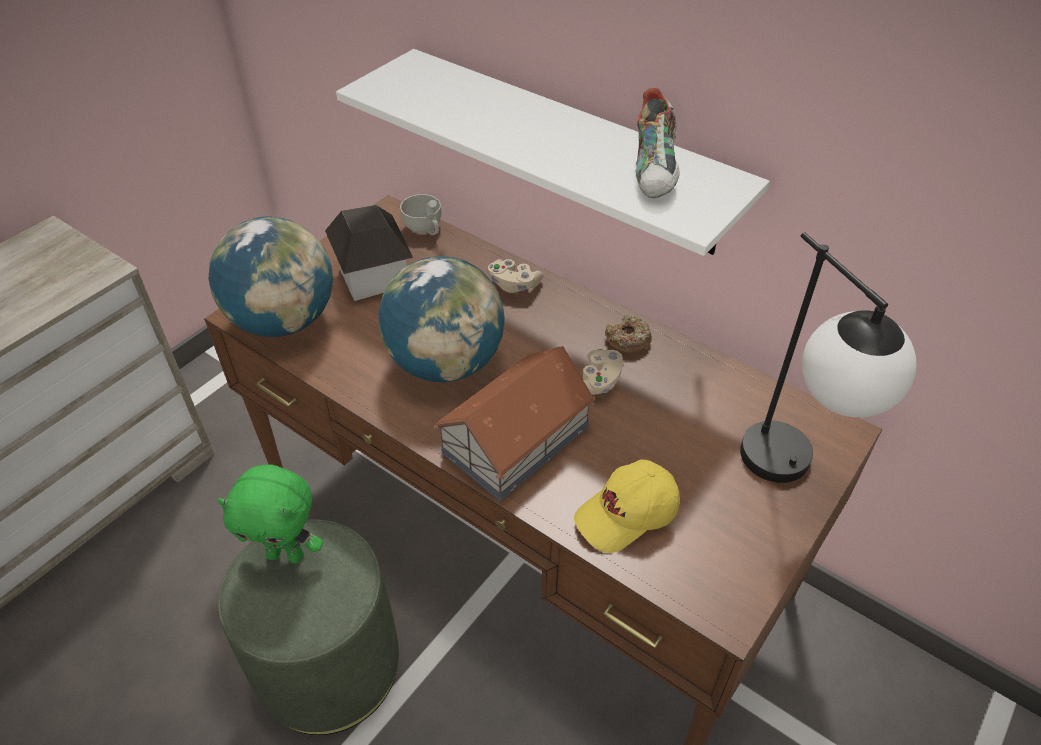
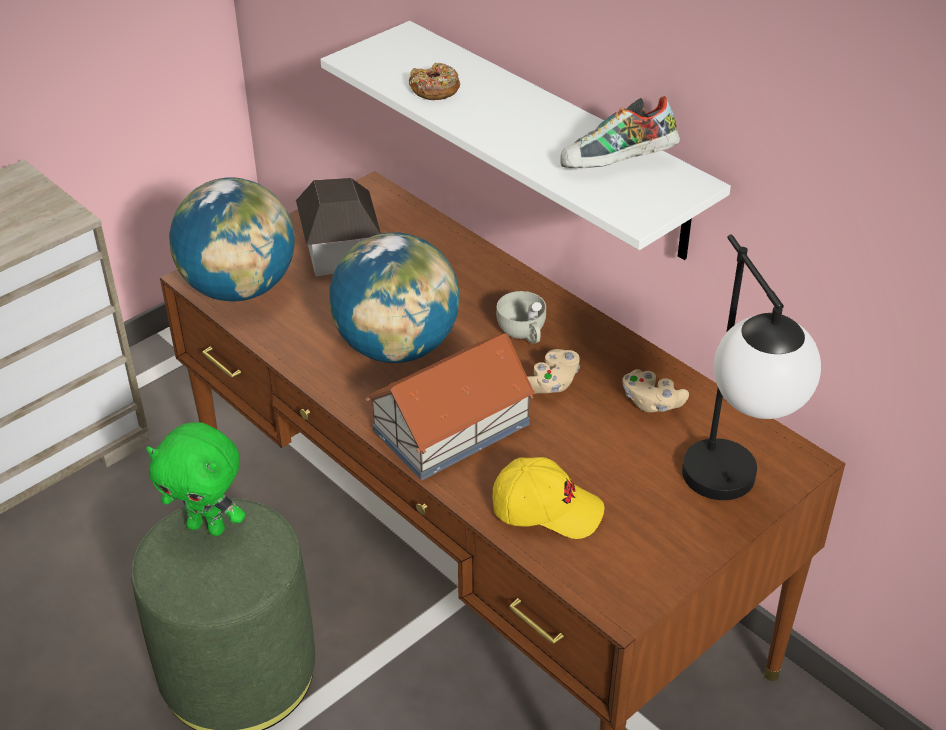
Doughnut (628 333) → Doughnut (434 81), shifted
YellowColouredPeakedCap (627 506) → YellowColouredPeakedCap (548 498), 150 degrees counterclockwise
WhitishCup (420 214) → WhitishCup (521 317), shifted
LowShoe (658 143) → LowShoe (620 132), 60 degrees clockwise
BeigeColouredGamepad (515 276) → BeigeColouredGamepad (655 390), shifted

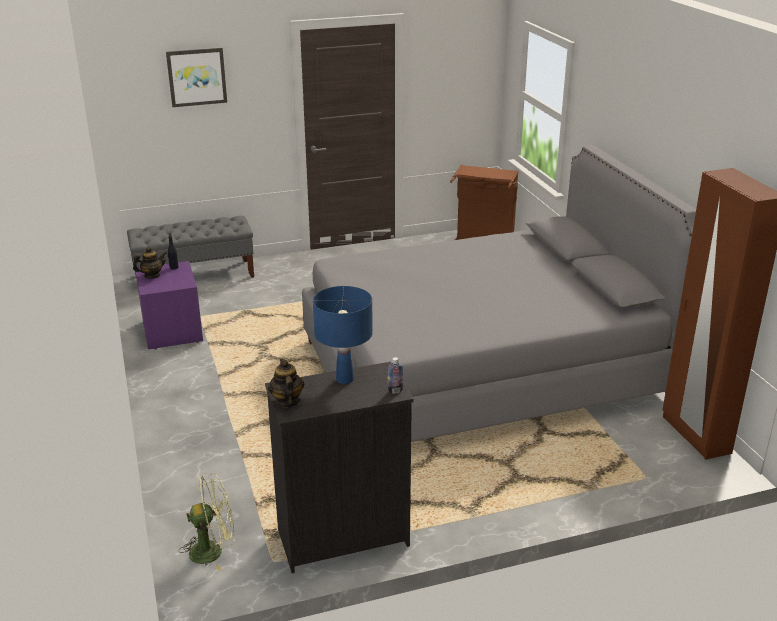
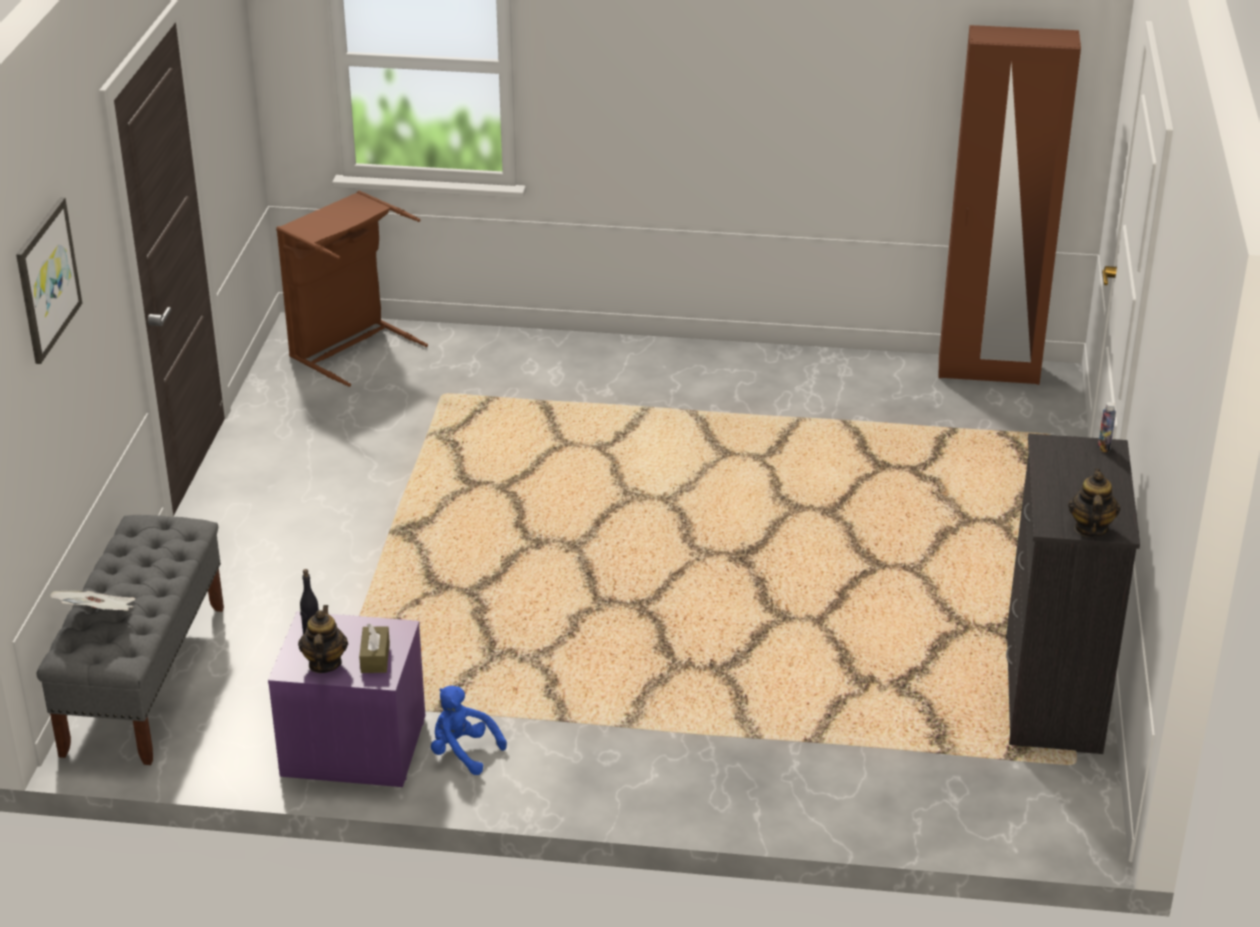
- → Newspaper (93 601)
- → BrownTissueHolder (374 648)
- → BlueSoftToy (469 730)
TeaPot (286 383) → TeaPot (1094 503), 90 degrees clockwise
GreenColouredFan (206 522) → -
GrayBedroomBed (499 293) → -
BlueTabletopLamp (343 335) → -

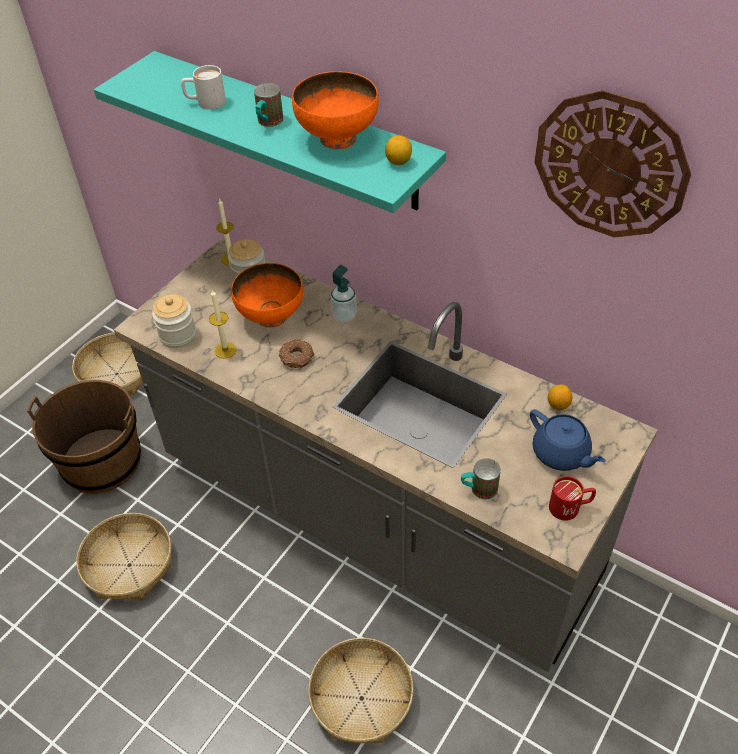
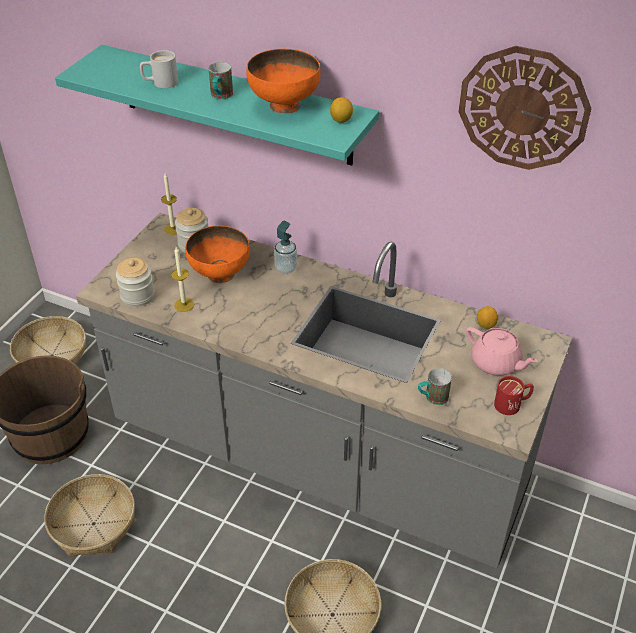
BlueTeaPot (568 440) → PinkTeaPot (502 351)
Doughnut (296 353) → -

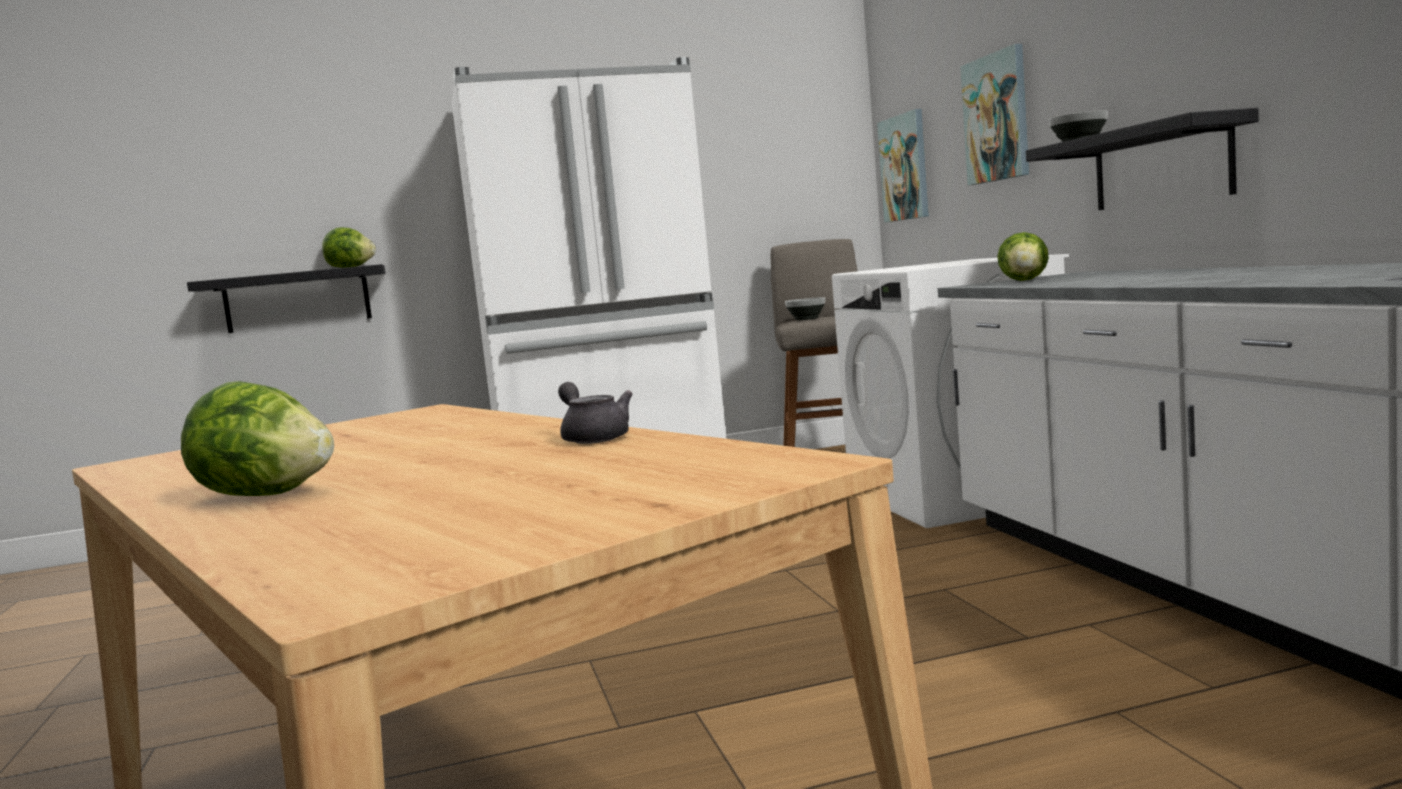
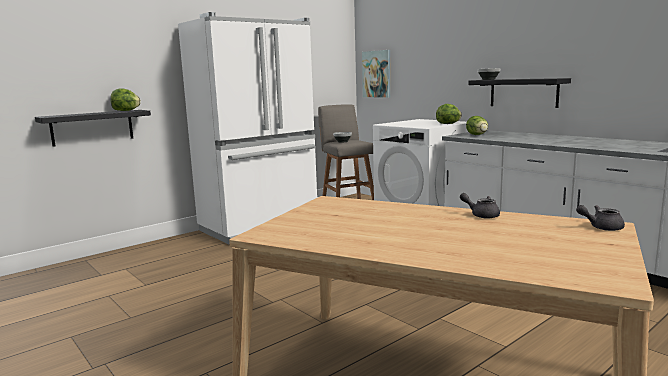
LettuceHead (257 438) → LettuceHead (449 114), shifted
- → GrayTeaPot (600 218)
WallArt (994 114) → -

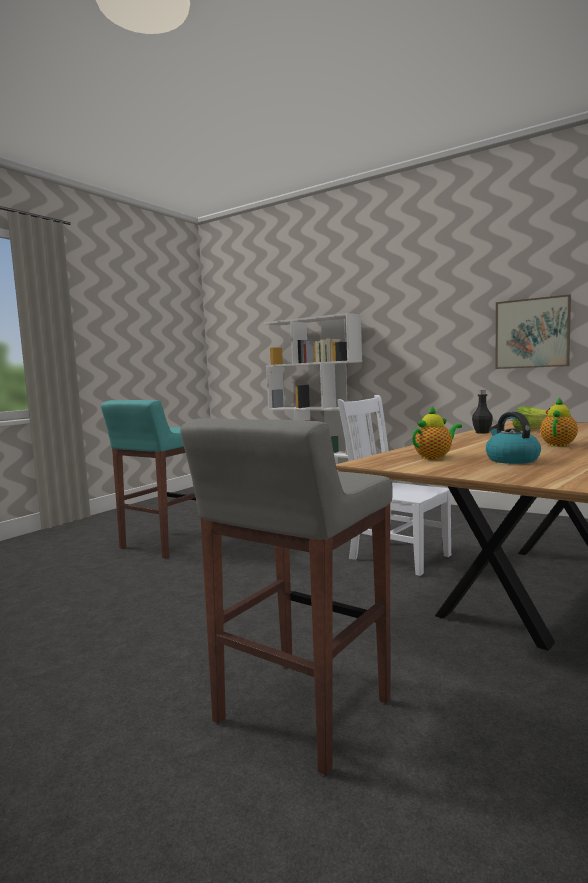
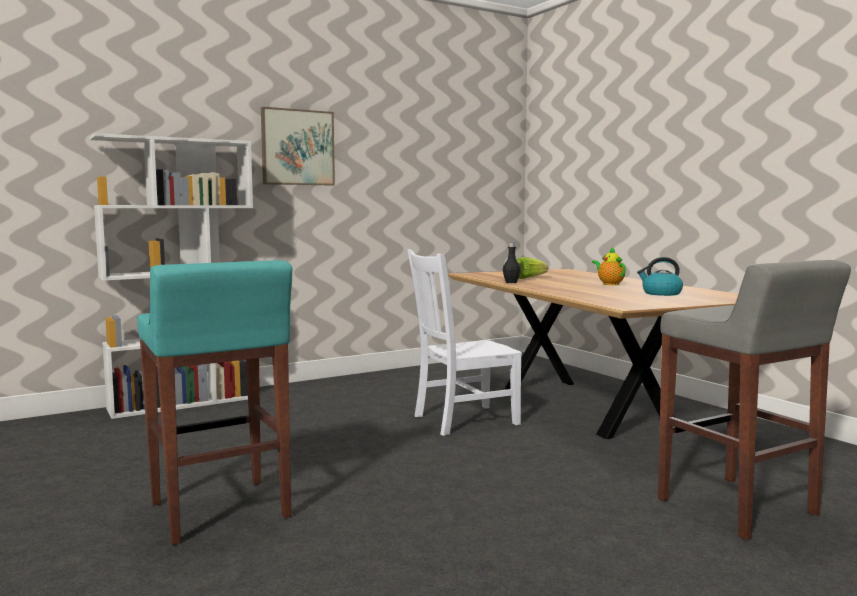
WallArt (533 331) → WallArt (298 146), shifted
TeaPot (437 433) → -

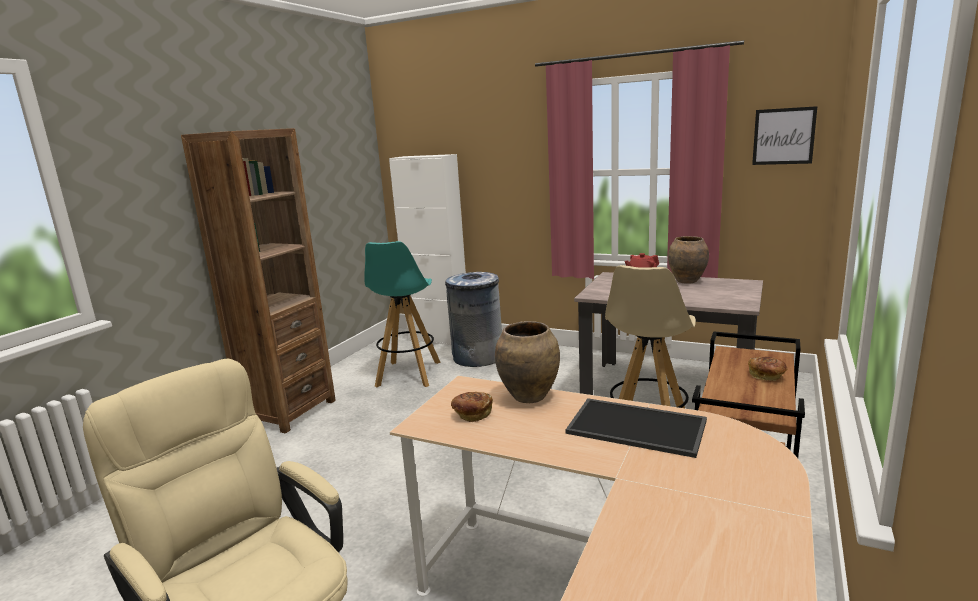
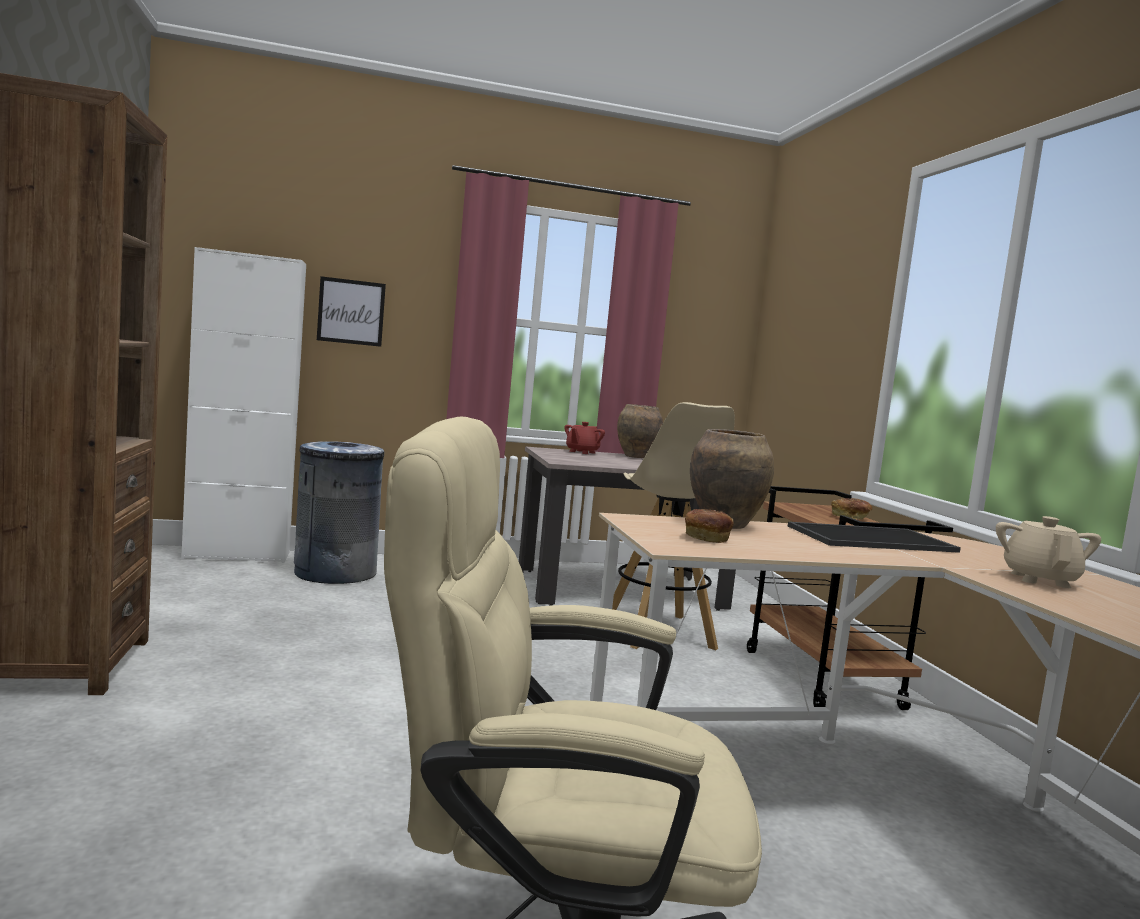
WallArt (784 135) → WallArt (351 311), shifted
- → BeigeColouredTeaPot (1048 552)
TurquoiseSittingStool (402 314) → -

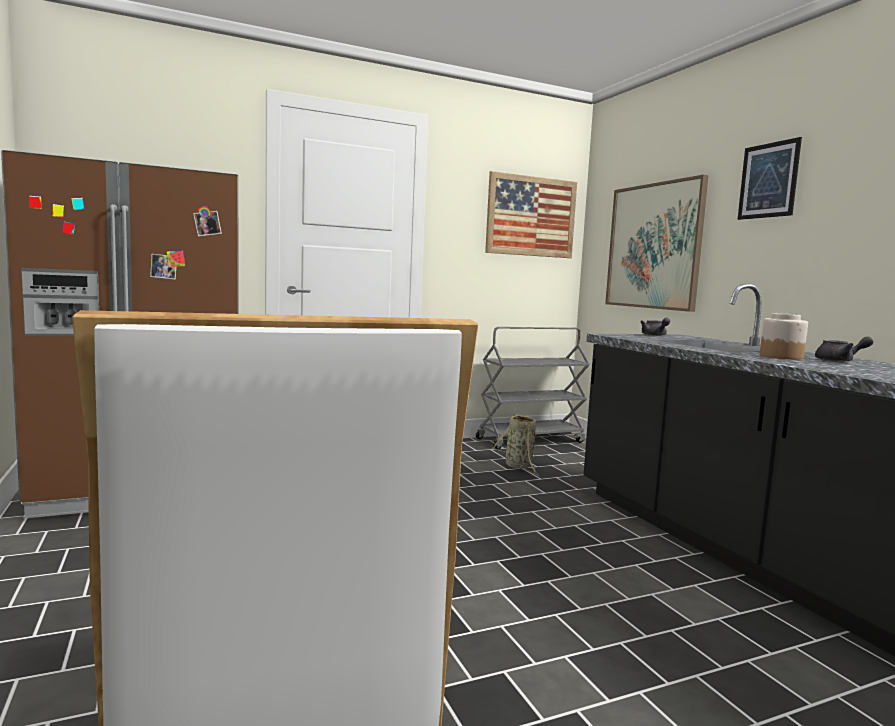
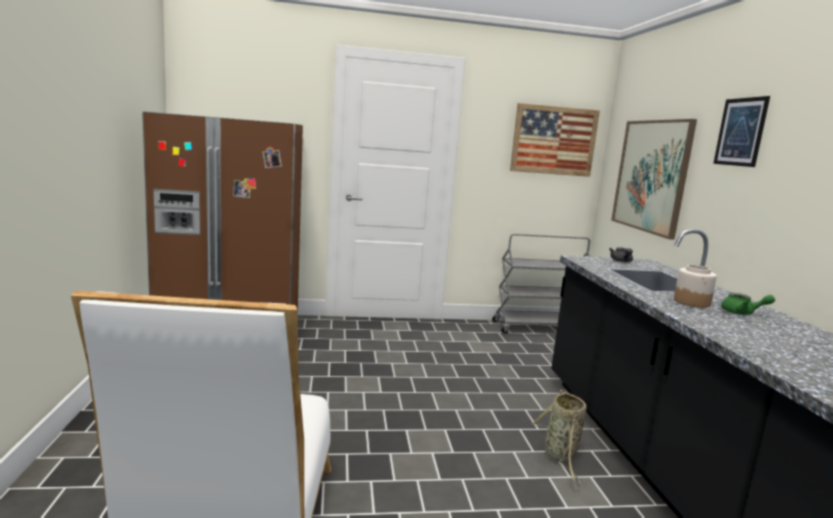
Basket (516 445) → Basket (559 437), shifted
GrayTeaPot (844 349) → GreenColouredTeaPot (748 304)

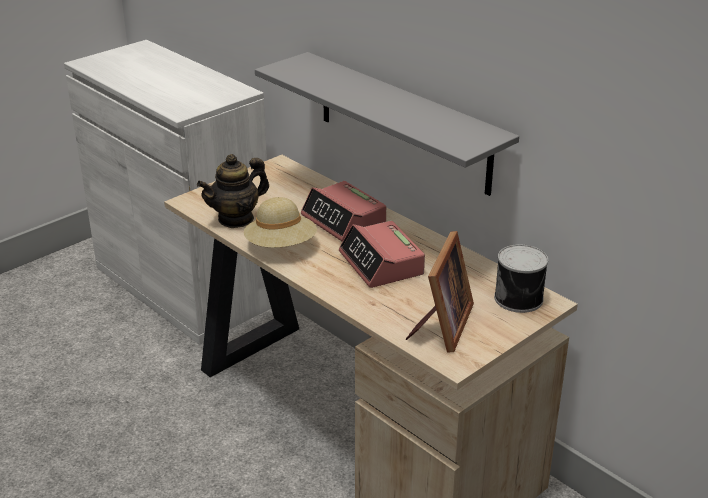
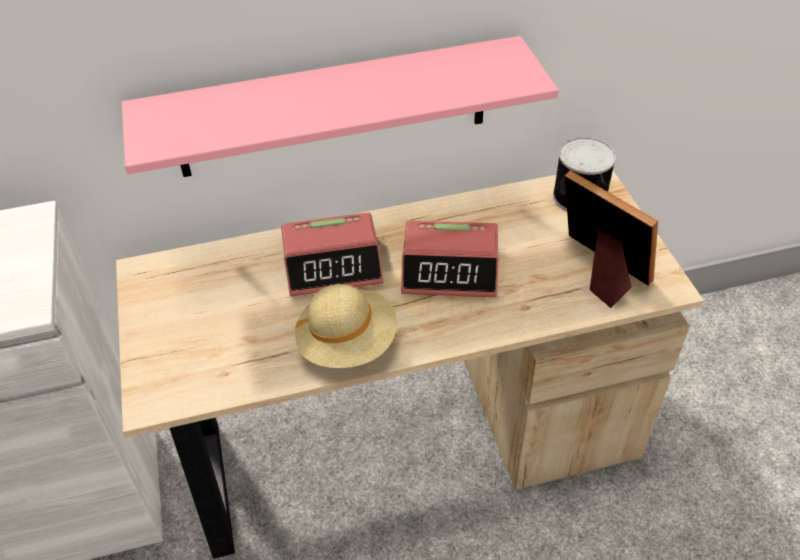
GrayWallShelf (387 124) → PinkWallShelf (340 106)
TeaPot (233 191) → -

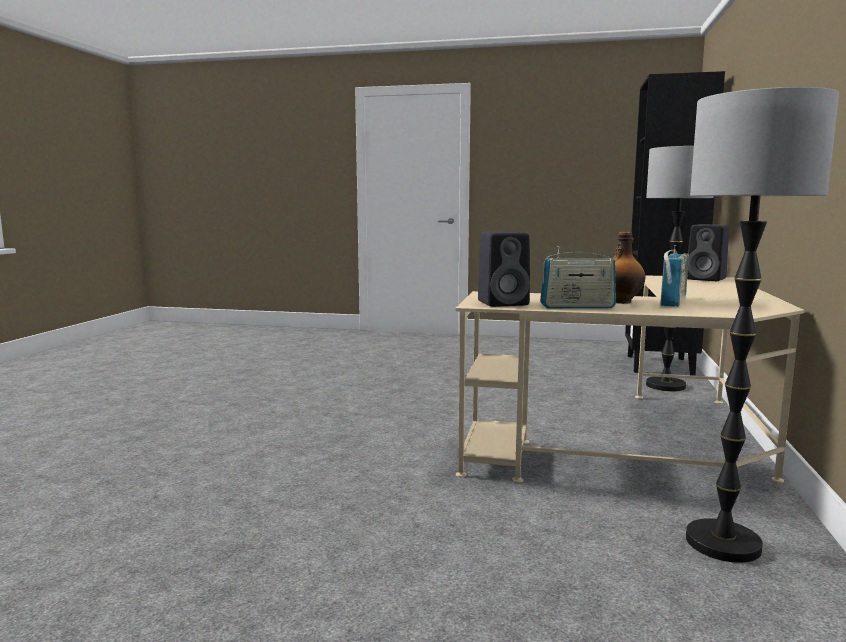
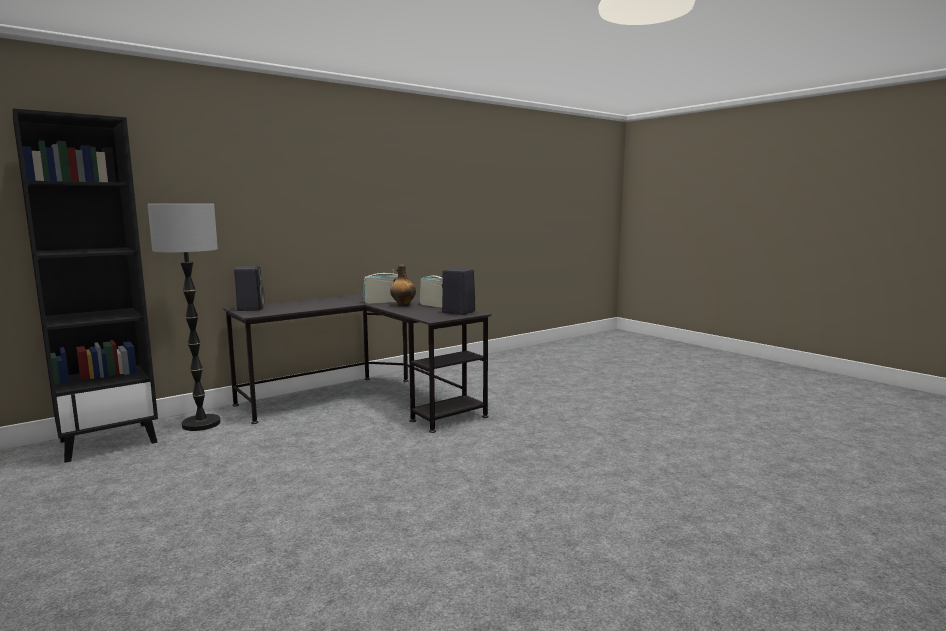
BeigeColouredDeskUnit (629 379) → BlackColouredDeskUnit (357 363)
FloorLamp (762 325) → -

